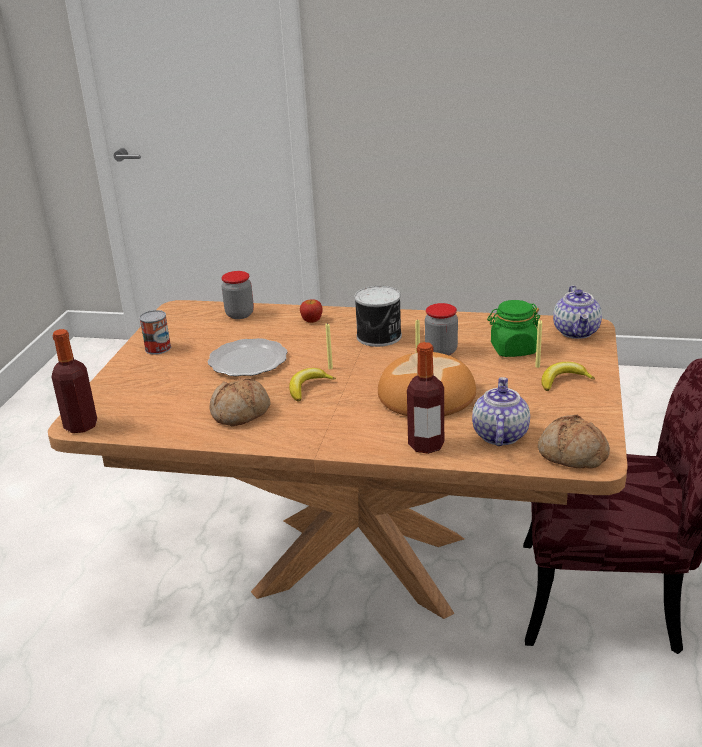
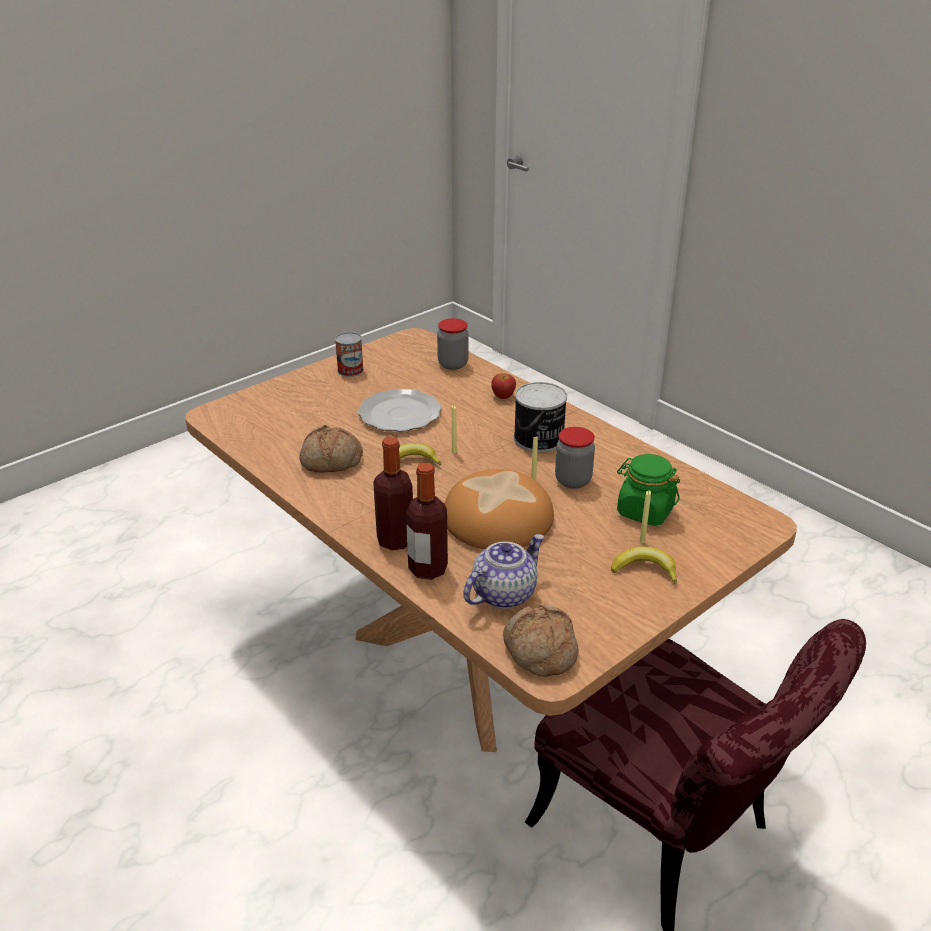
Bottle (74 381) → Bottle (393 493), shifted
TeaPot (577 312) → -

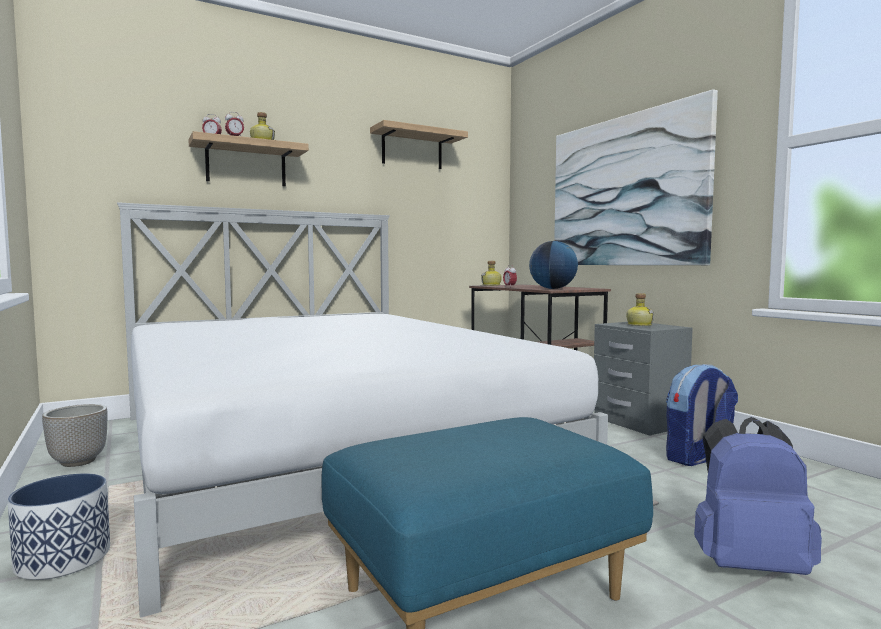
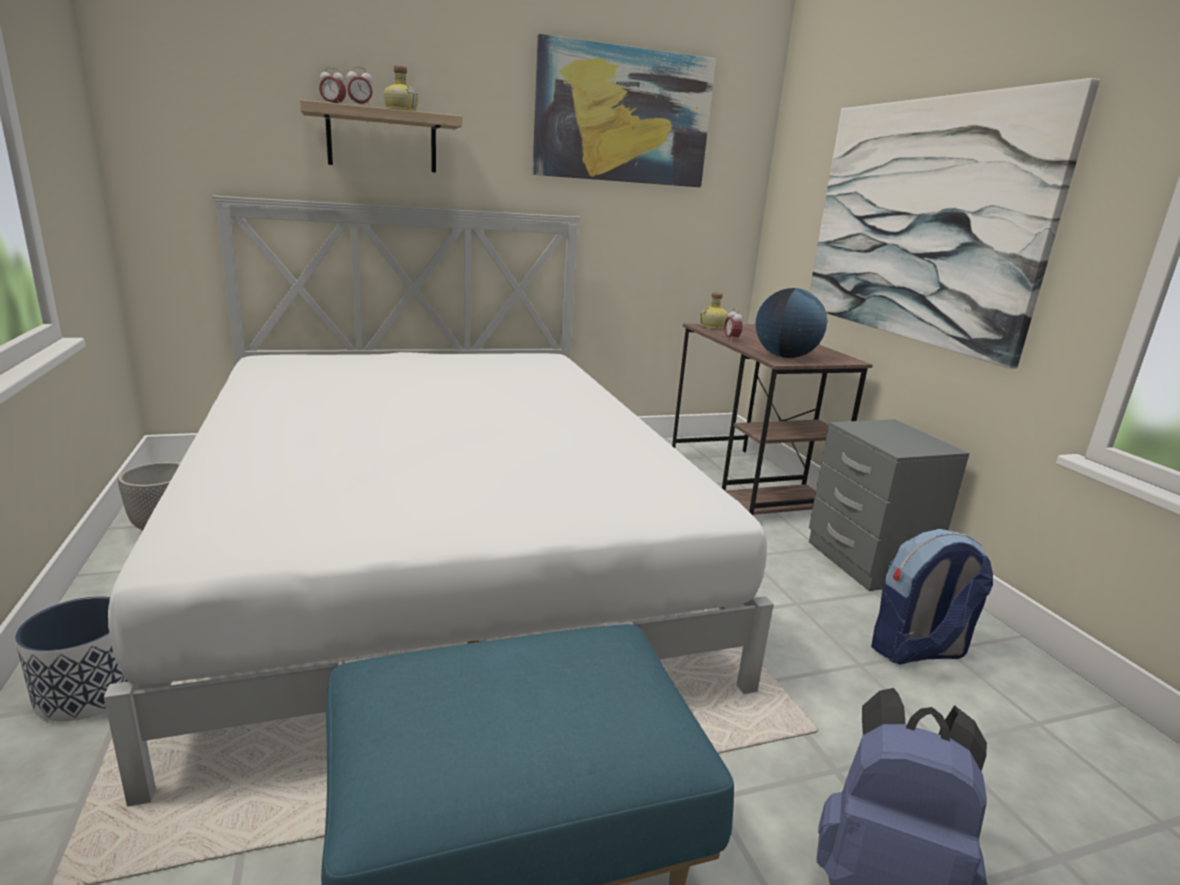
WallShelf (419 144) → WallArt (624 110)
Bottle (640 309) → -

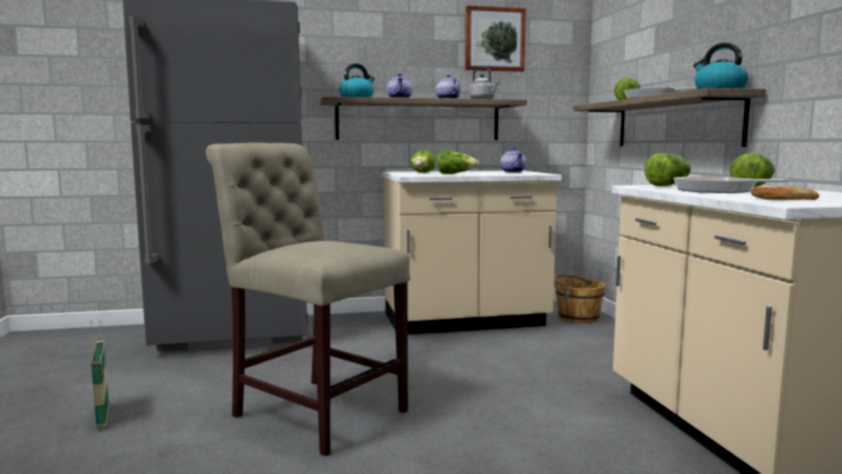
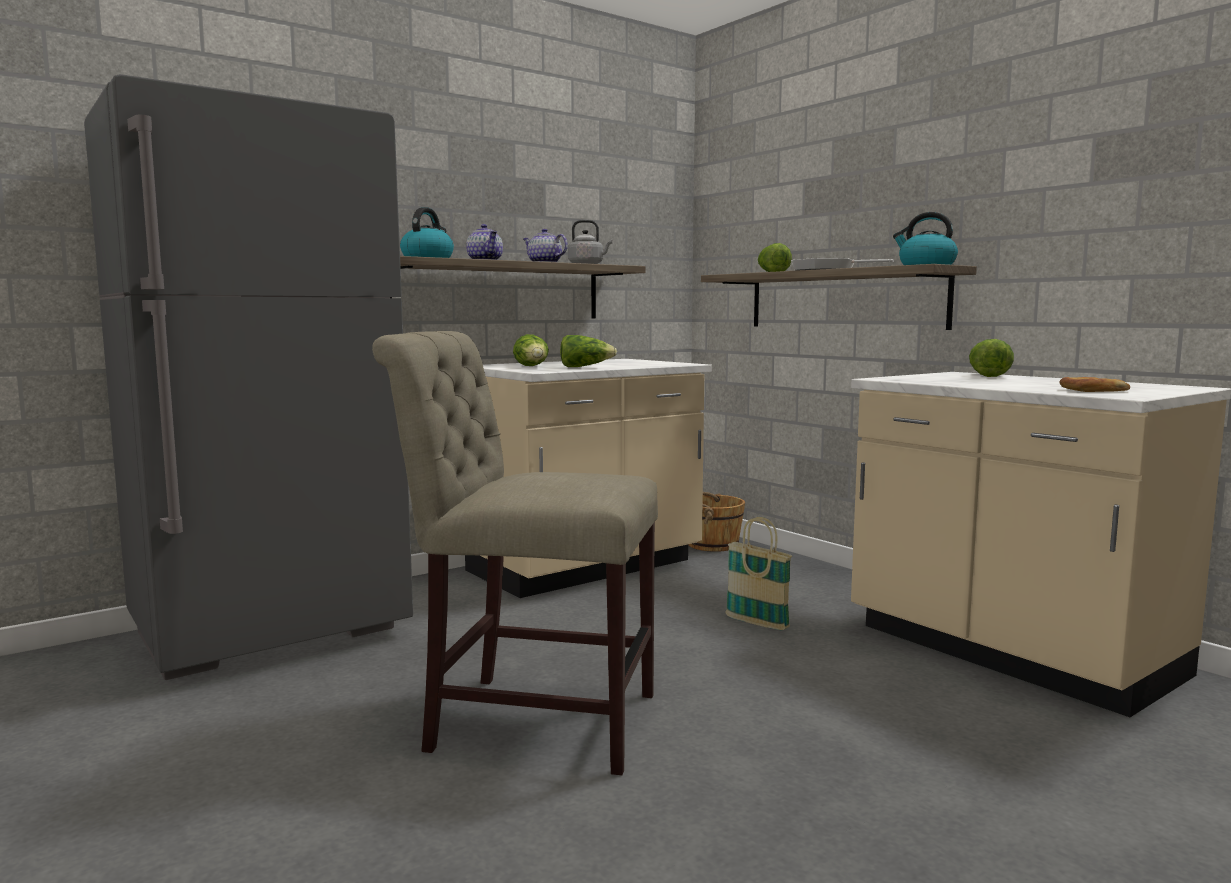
Basket (99 374) → Basket (759 574), shifted
WallArt (495 39) → -
TeaPot (513 160) → -
LettuceHead (667 169) → -
FryingPan (731 185) → -

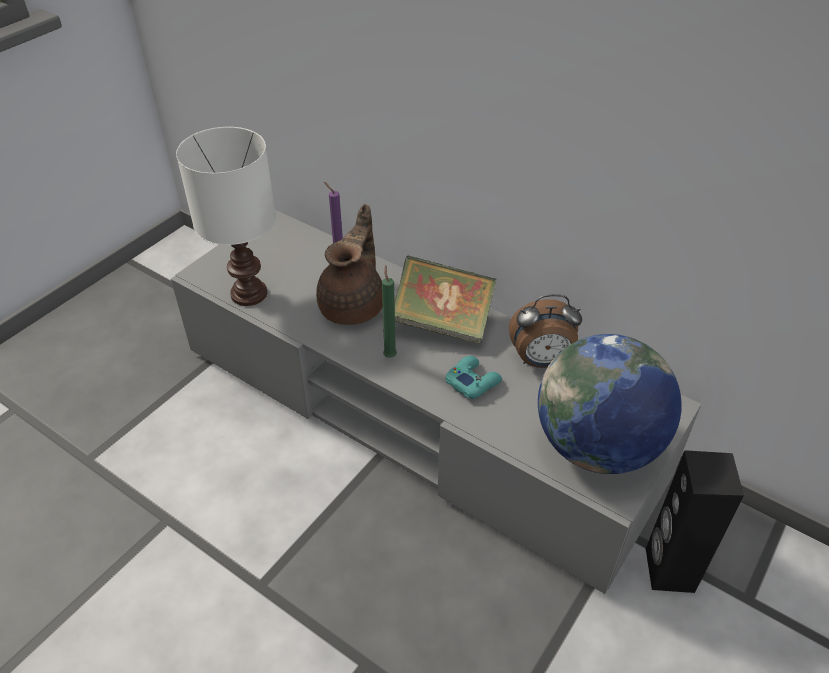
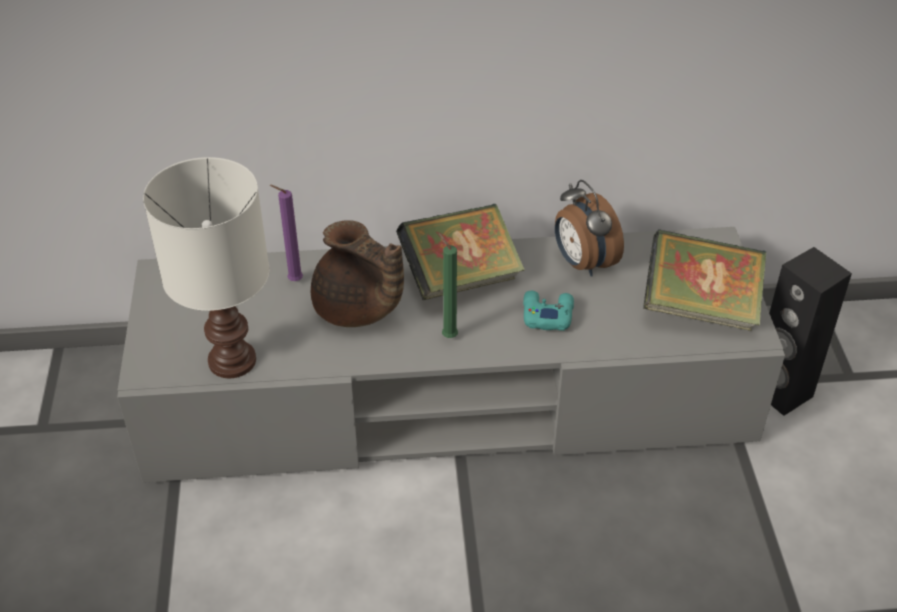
BrownTeaPot (349 264) → BrownTeaPot (357 273), 150 degrees clockwise
TableClock (545 331) → TableClock (589 228), 105 degrees clockwise
DeskGlobe (610 404) → Book (705 280)

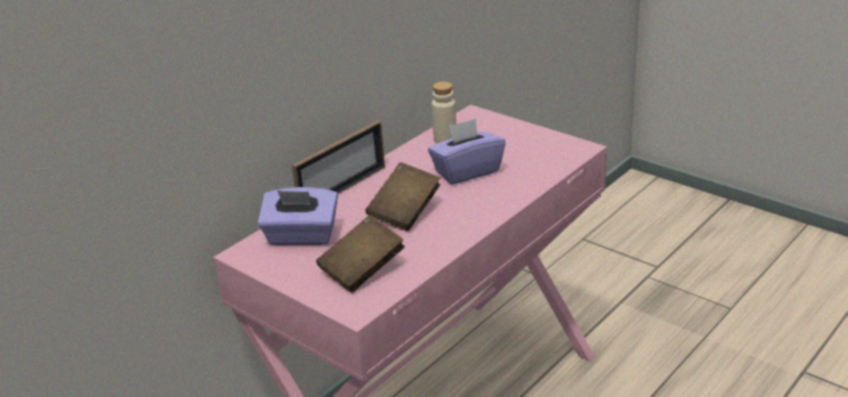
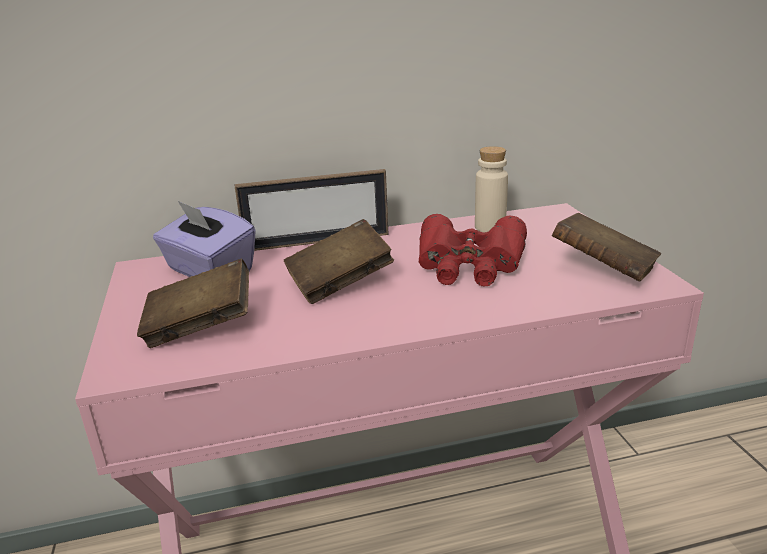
PurplishTissueHolder (467 152) → ReddishPairOfBinoculars (473 250)
- → BrownBook (606 247)

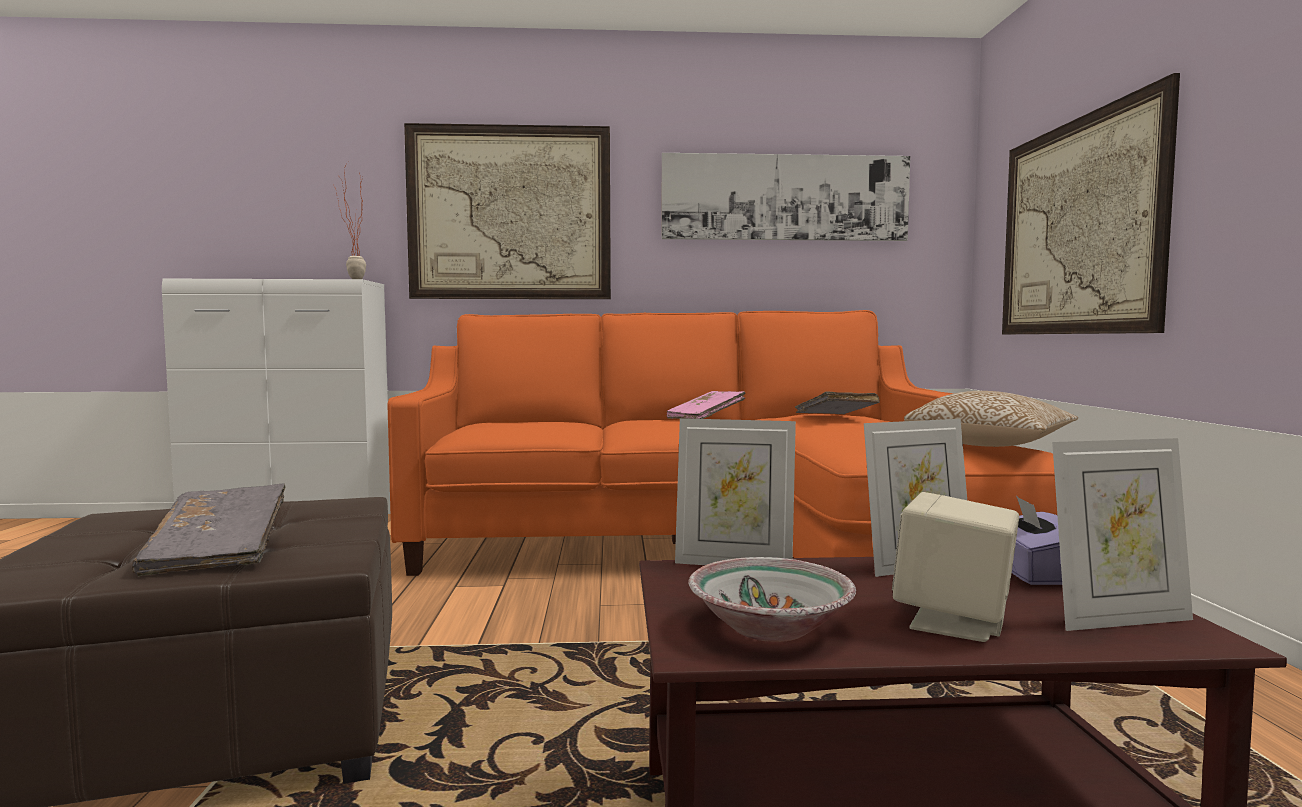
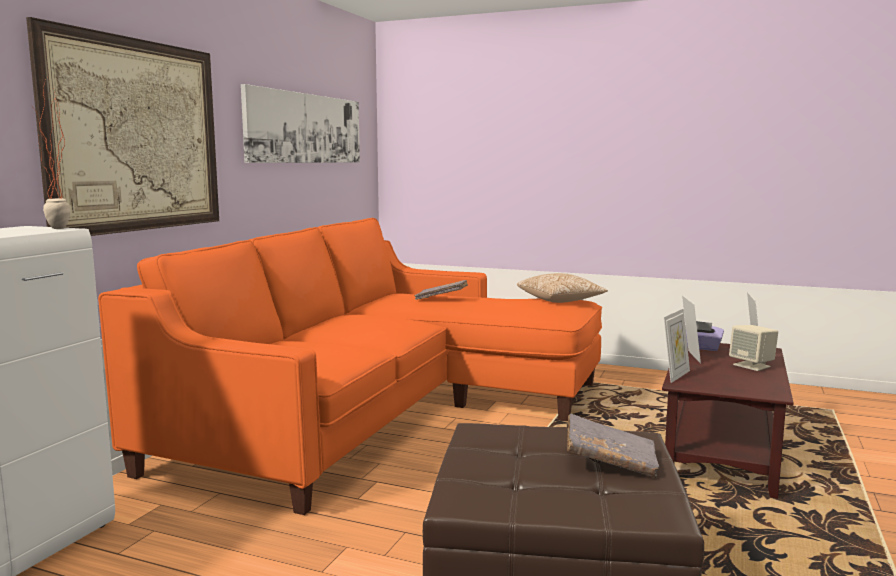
PinkBook (706 405) → -
DeepDish (772 599) → -
WallArt (1091 203) → -

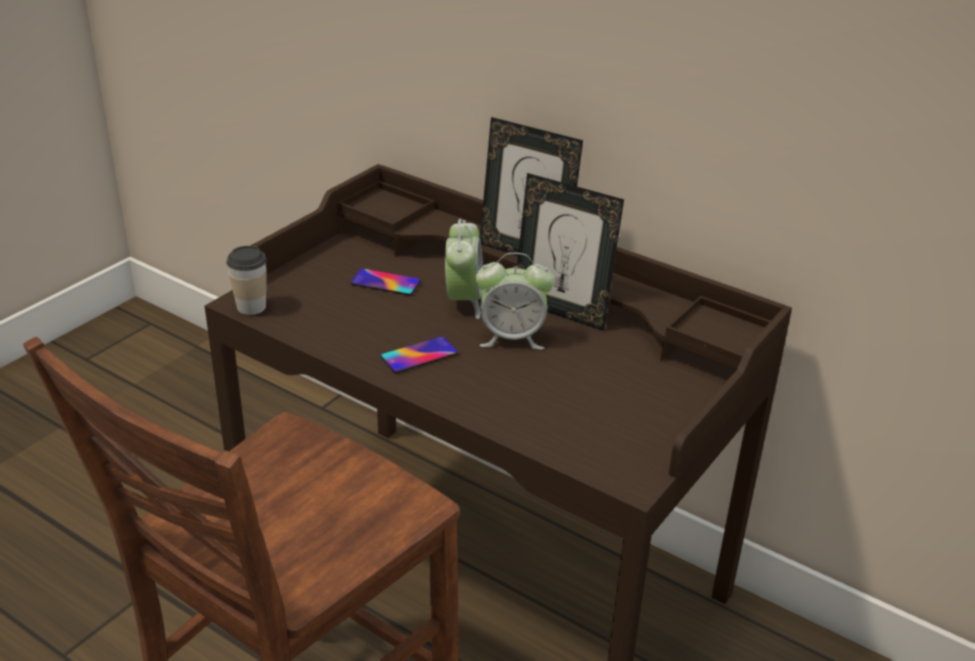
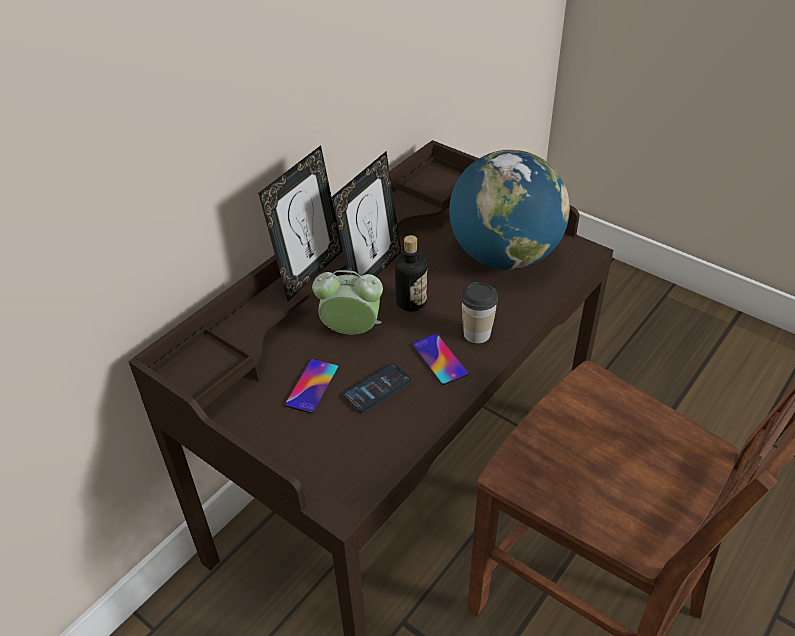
- → Handset (377 388)
TableClock (515 301) → Bottle (411 273)
- → DeskGlobe (509 210)
Cup (246 280) → Cup (479 313), shifted

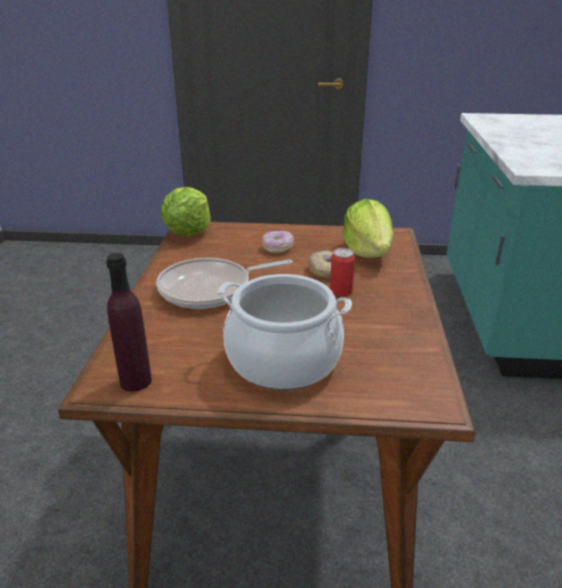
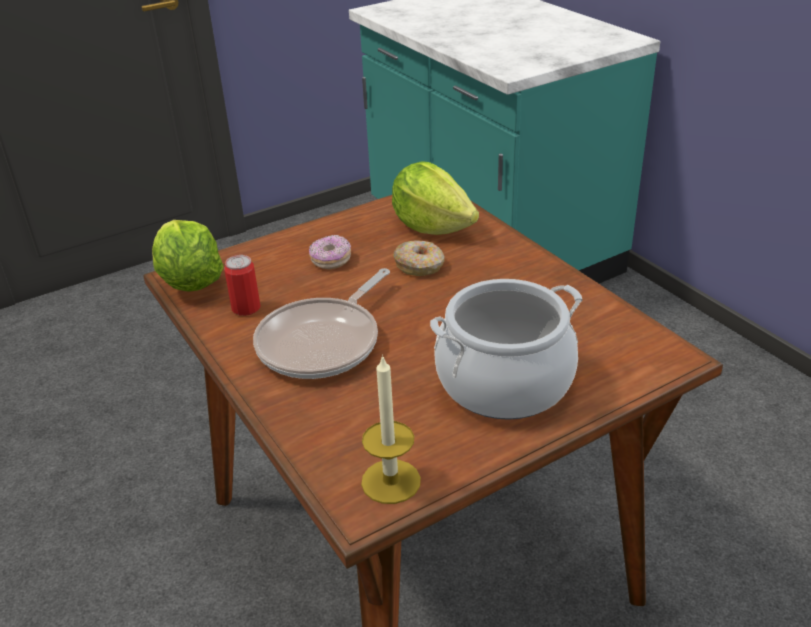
SealedCan (342 272) → SealedCan (242 285), shifted
PurplishBottle (129 322) → WaxCandle (391 429)

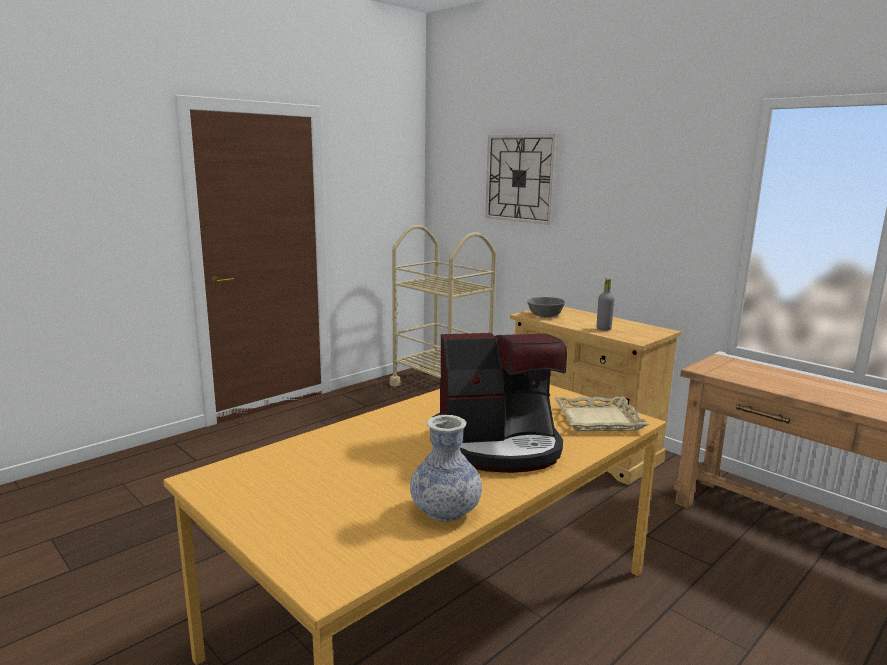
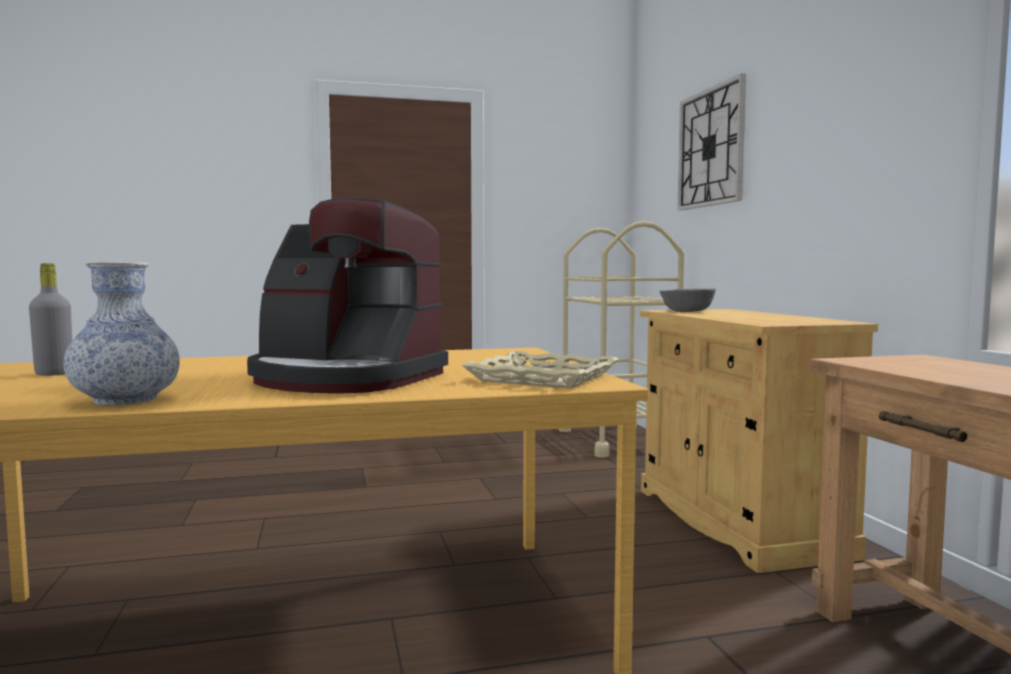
GrayBottle (606 304) → GrayBottle (50 319), shifted

